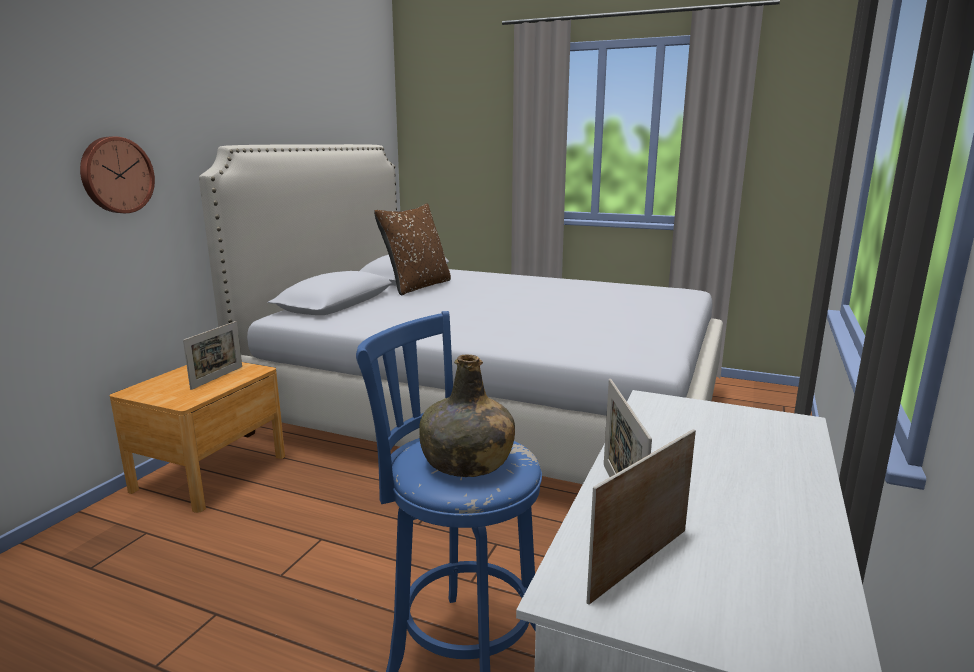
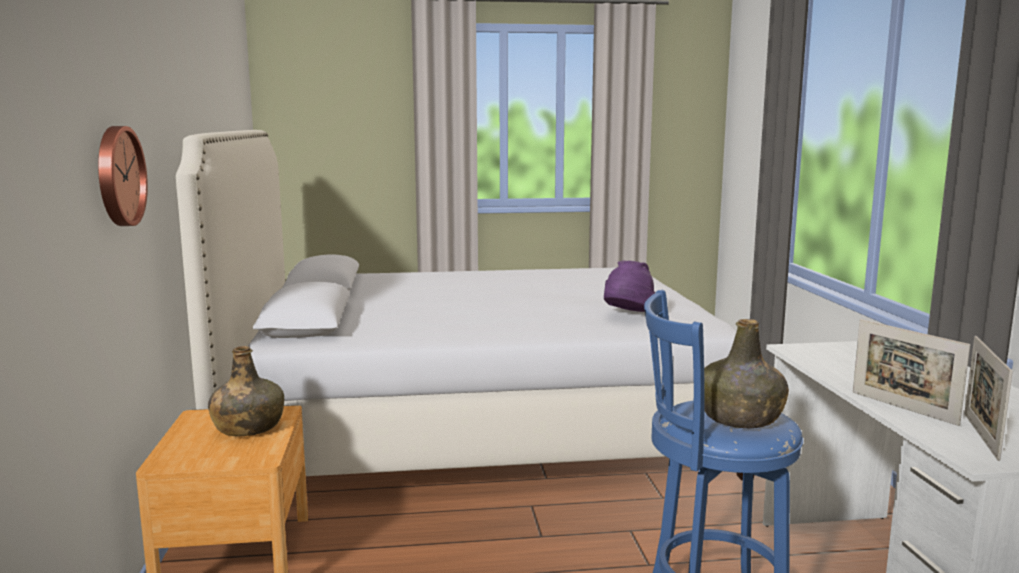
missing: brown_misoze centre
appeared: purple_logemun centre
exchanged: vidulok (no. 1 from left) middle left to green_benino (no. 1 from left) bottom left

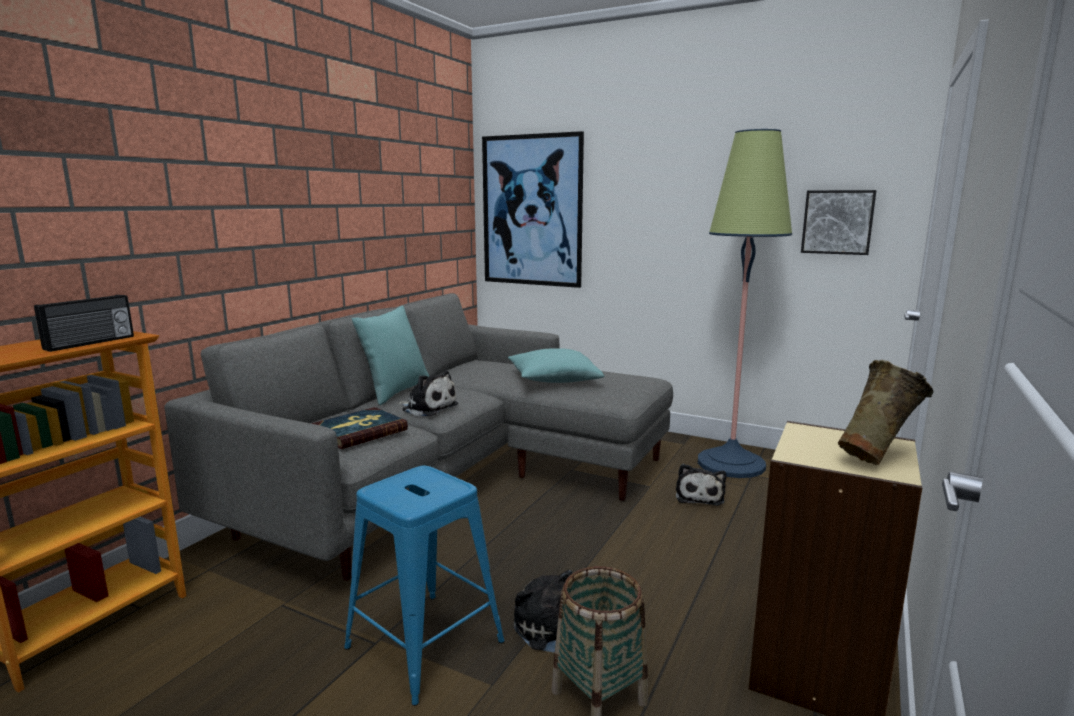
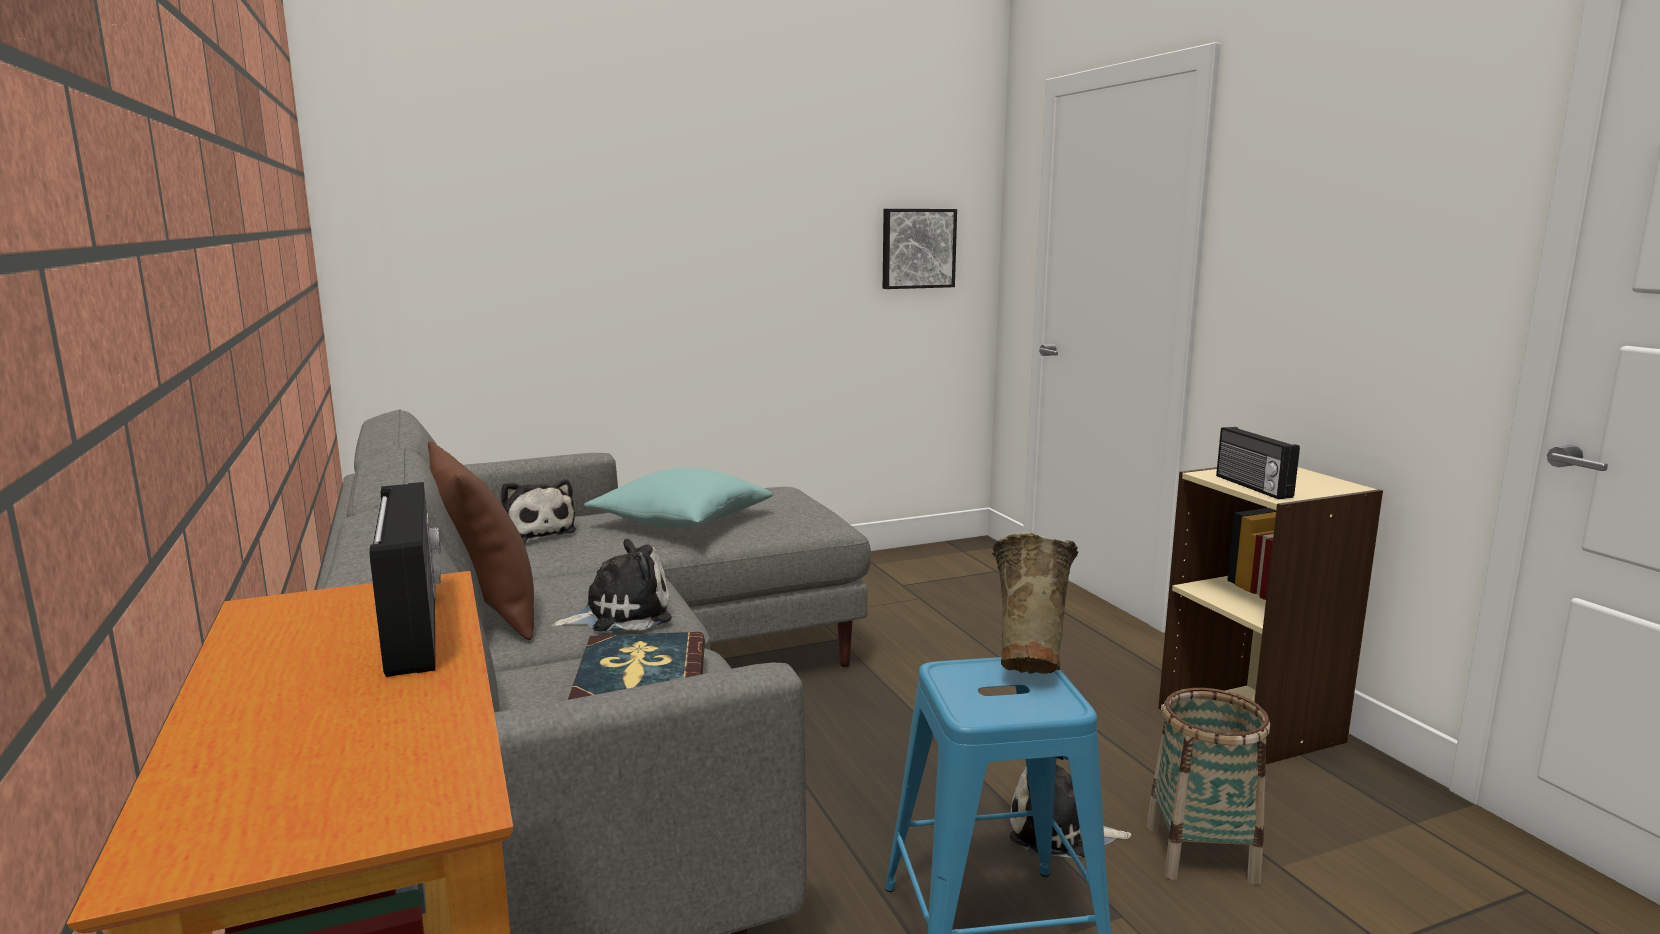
missing: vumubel (no. 1 from left) top centre; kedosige middle right
appeared: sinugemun (no. 2 from left) middle right
relocated: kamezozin (no. 3 from left in the first image) bottom centre to kamezozin (no. 1 from left) middle left; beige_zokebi middle right to centre
colour: turquoise_misoze (no. 1 from left) centre to brown_misoze middle left

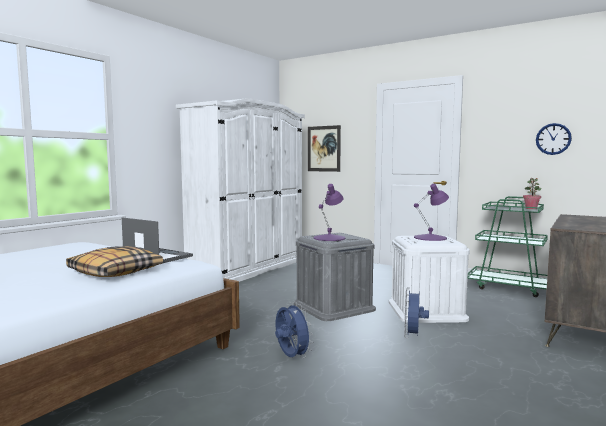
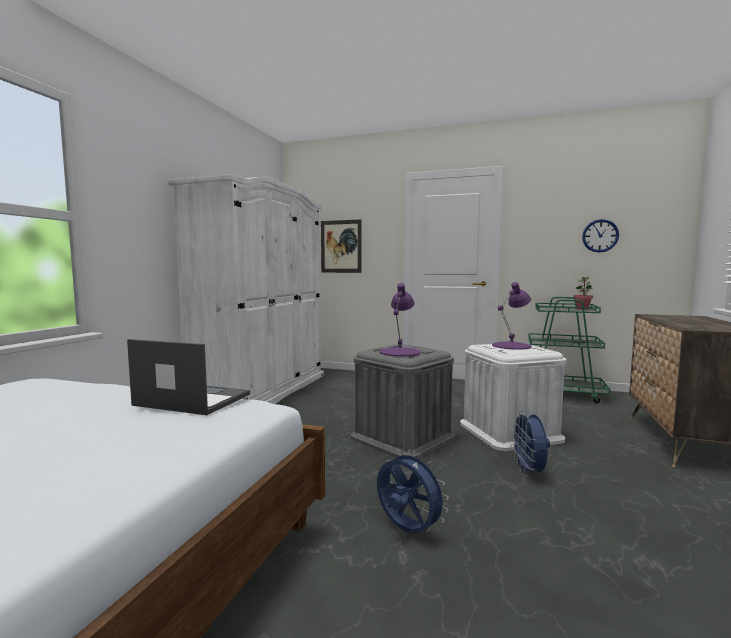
missing: misoze middle left

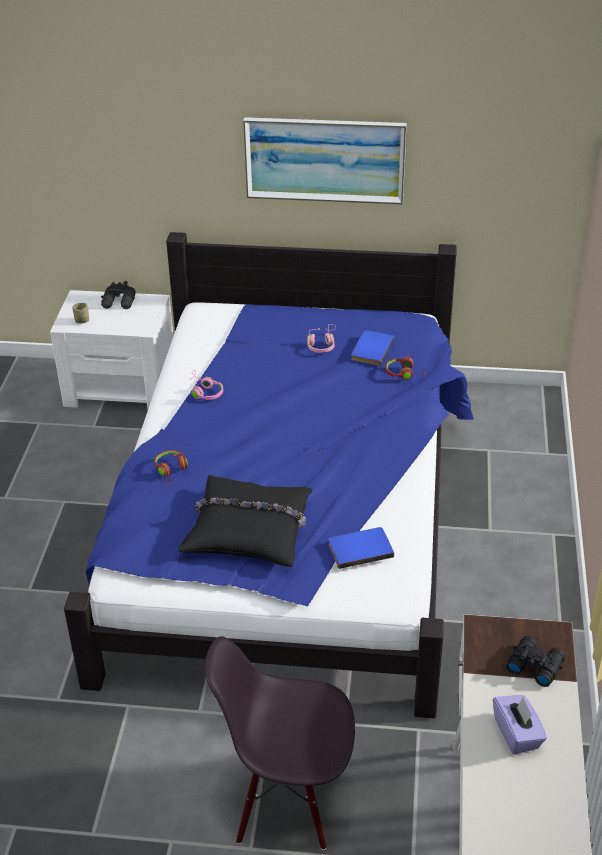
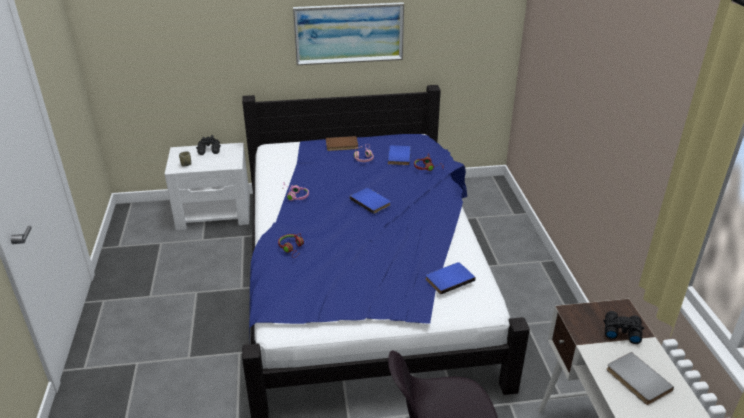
missing: black_misoze centre
appeared: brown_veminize centre; blue_veminize (no. 1 from left) centre
exchanged: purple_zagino bottom right to grey_veminize bottom right

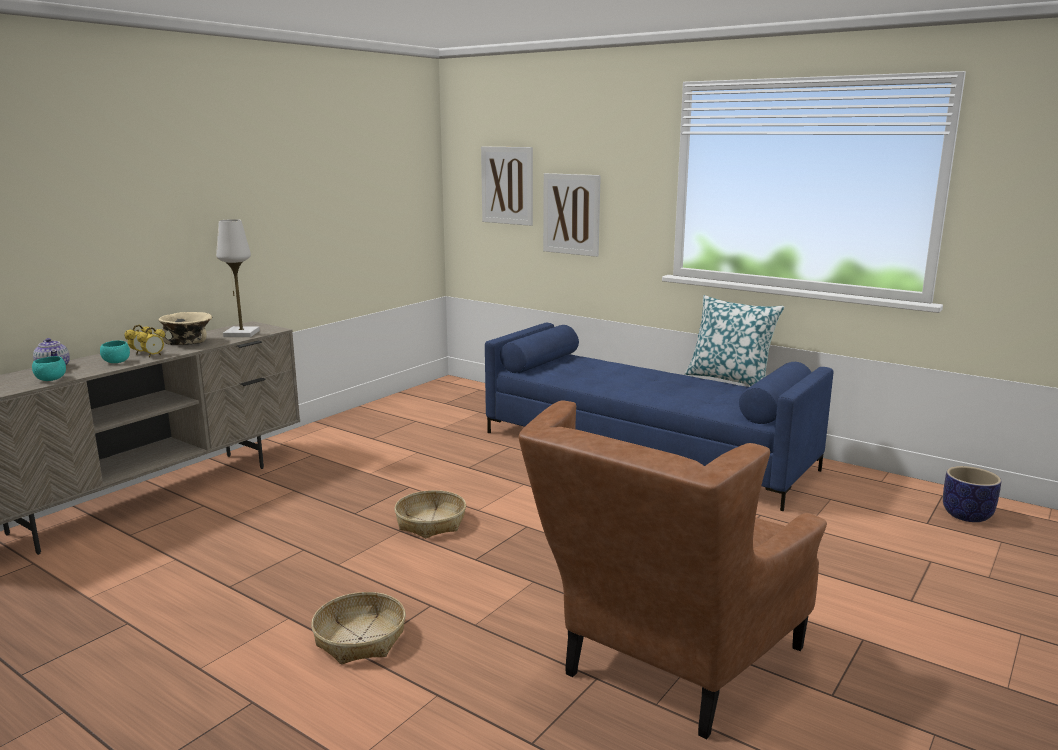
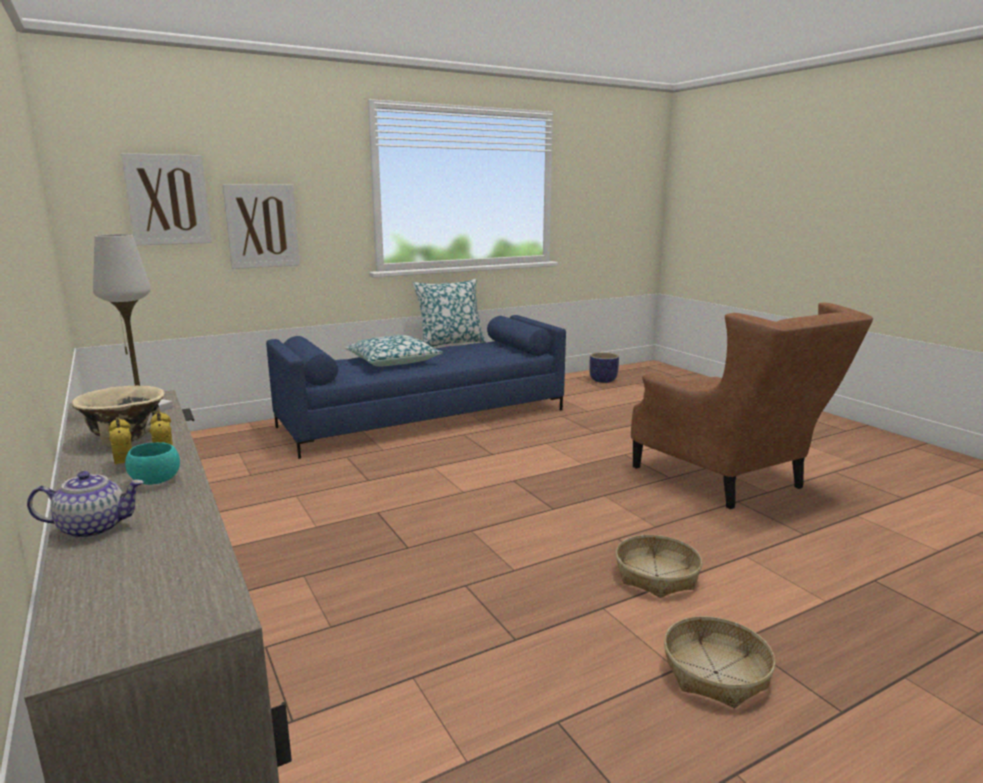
missing: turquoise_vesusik (no. 1 from left) middle left
appeared: misoze (no. 1 from left) centre
relocated: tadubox (no. 2 from left) bottom centre to bottom right

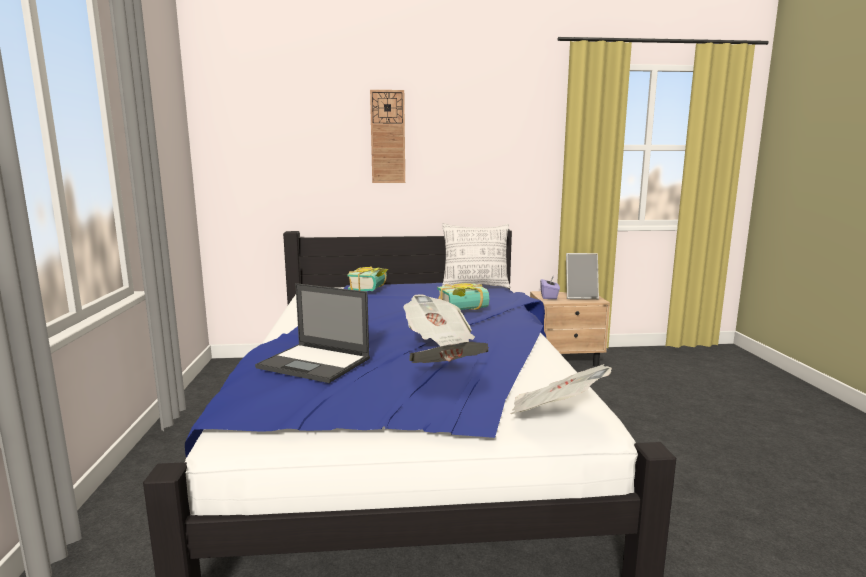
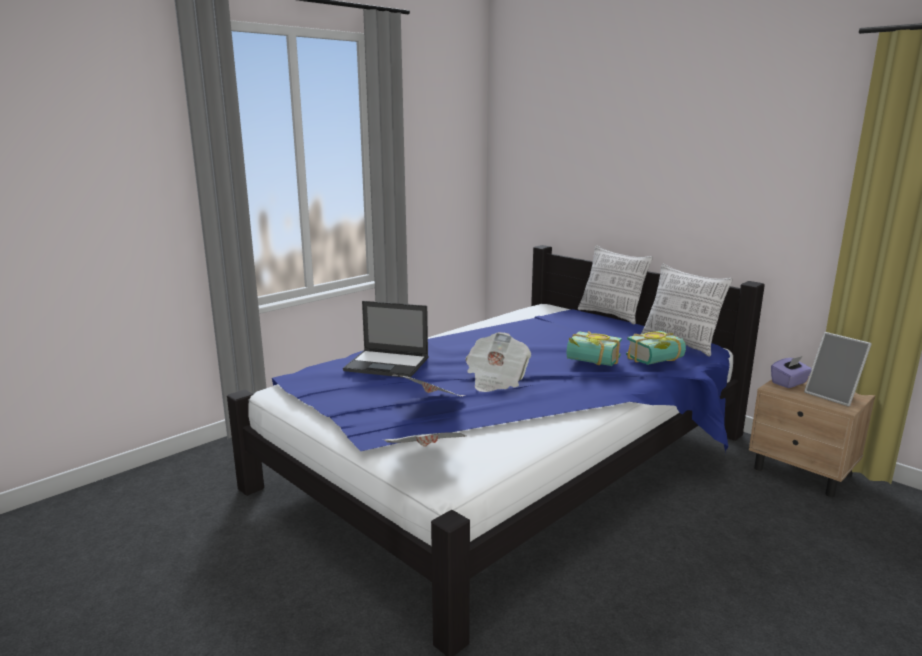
missing: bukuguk top centre
appeared: misoze (no. 1 from left) middle right
relocated: veminize (no. 1 from left in the first image) centre to veminize (no. 2 from left) middle right
spun: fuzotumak centre = centre 60 degrees counterclockwise

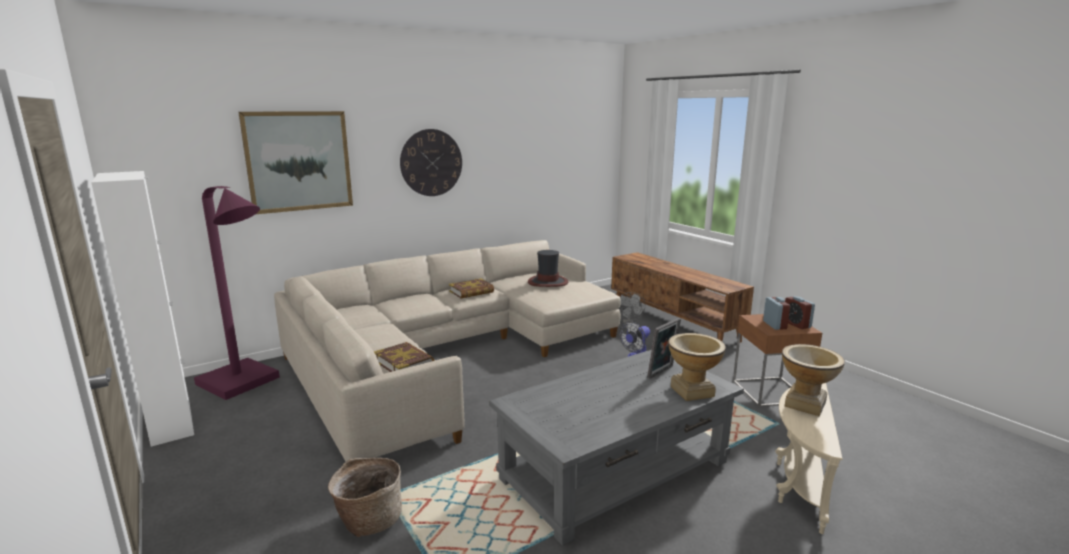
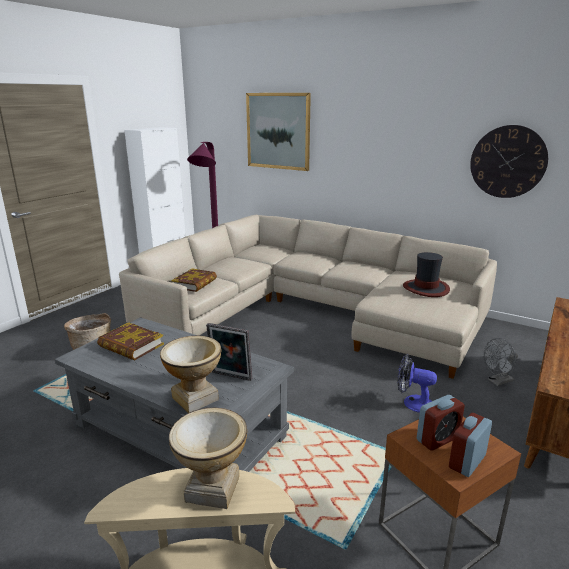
relocated: bukuguk top centre to top right; veminize (no. 2 from left in the first image) centre to veminize (no. 1 from left) middle left

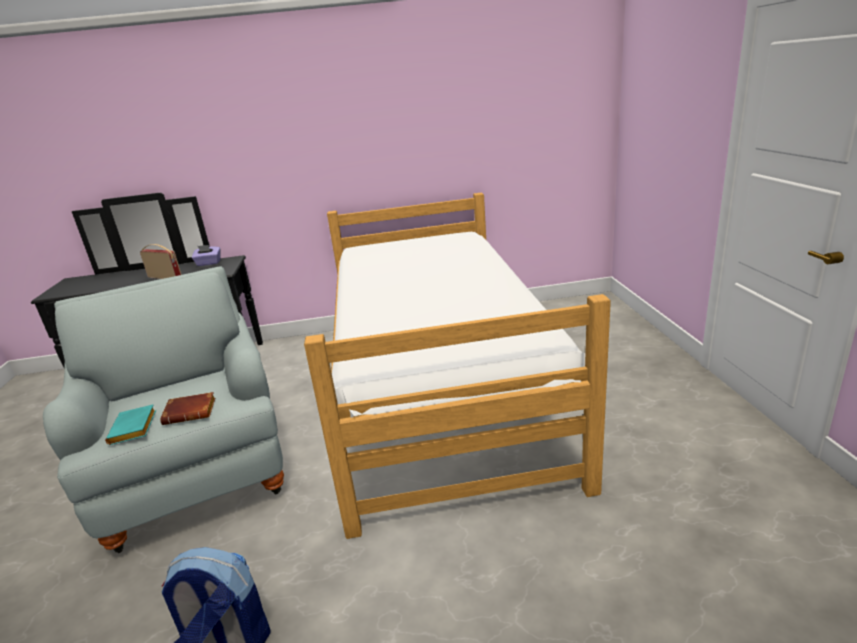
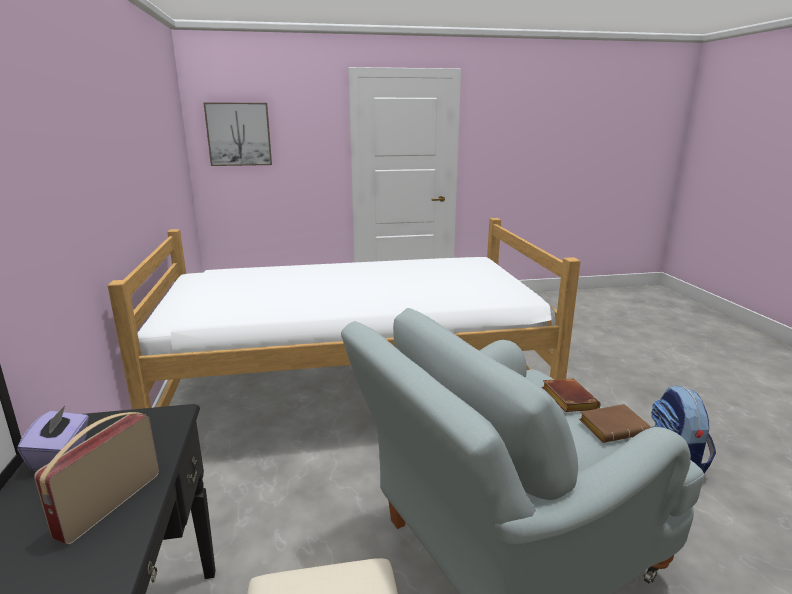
appeared: vumubel top left
colour: turquoise_veminize middle left to brown_veminize (no. 2 from left) bottom right

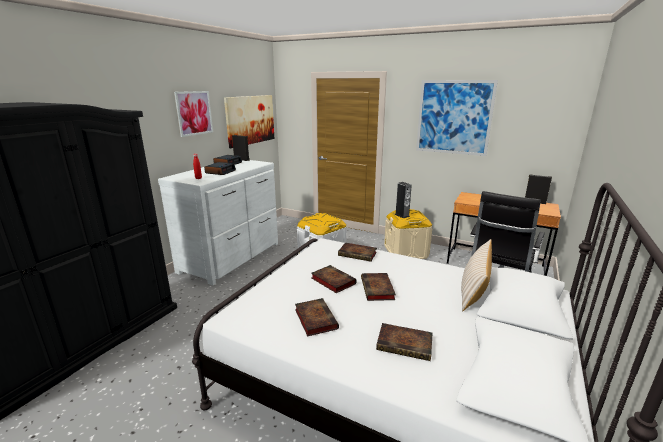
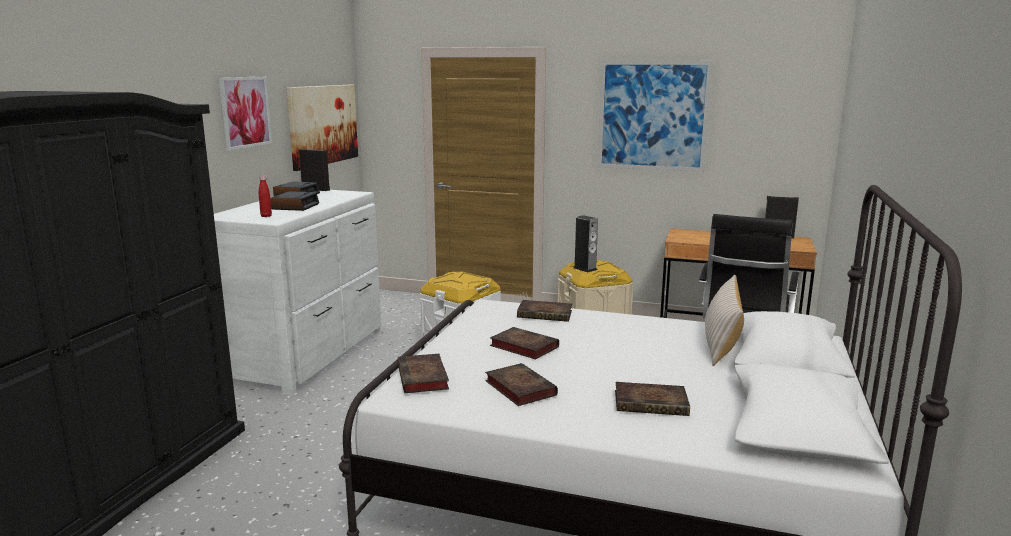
relocated: veminize (no. 4 from left in the first image) centre to veminize (no. 1 from left) bottom centre

